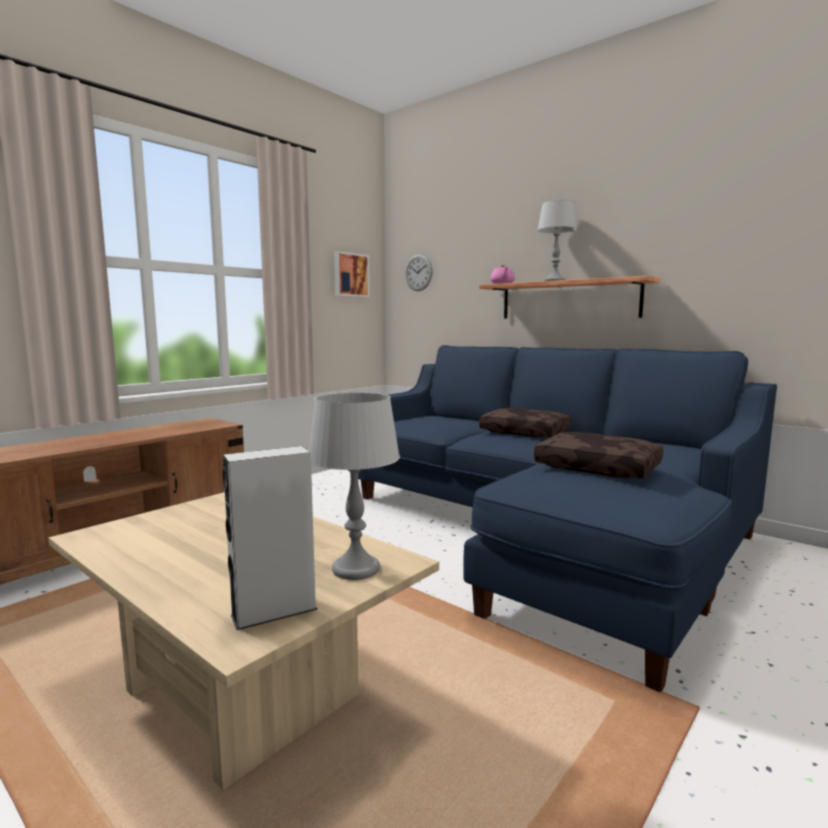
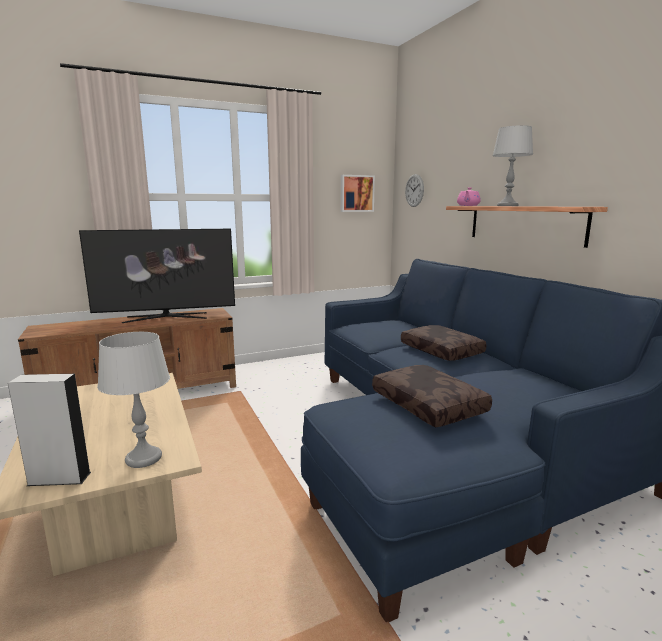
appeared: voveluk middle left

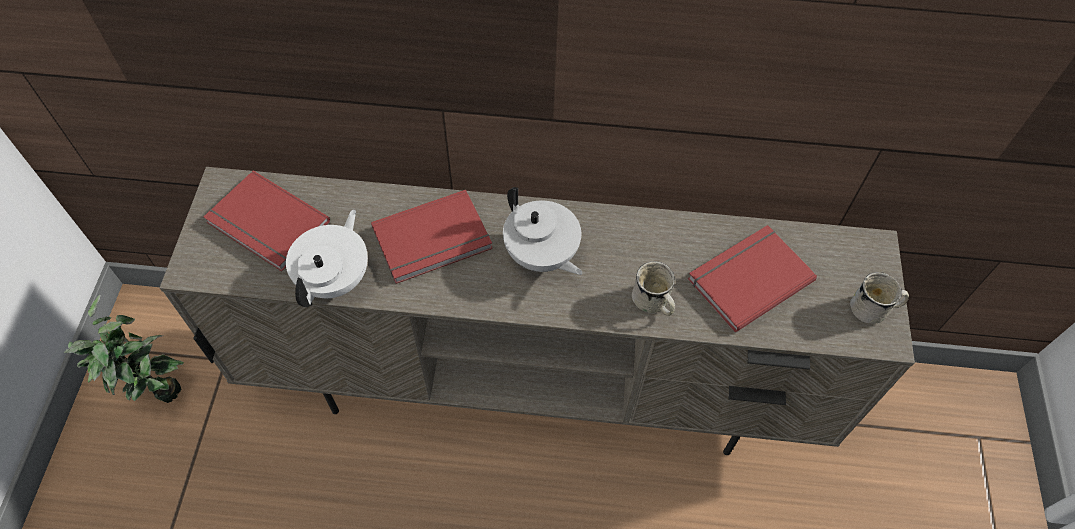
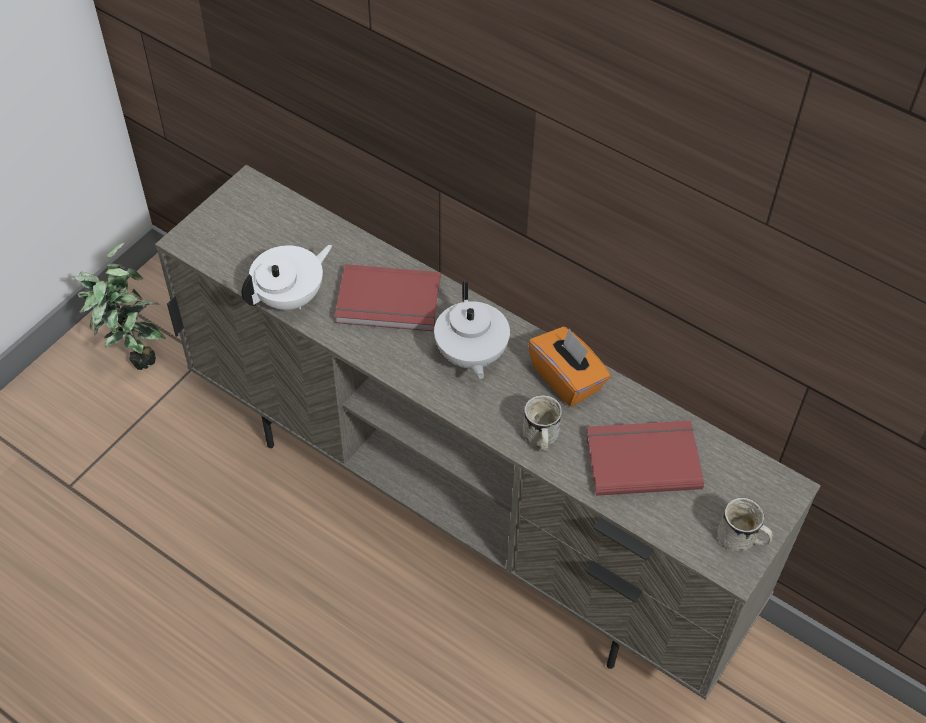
missing: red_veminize (no. 1 from left) middle left
appeared: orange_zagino centre

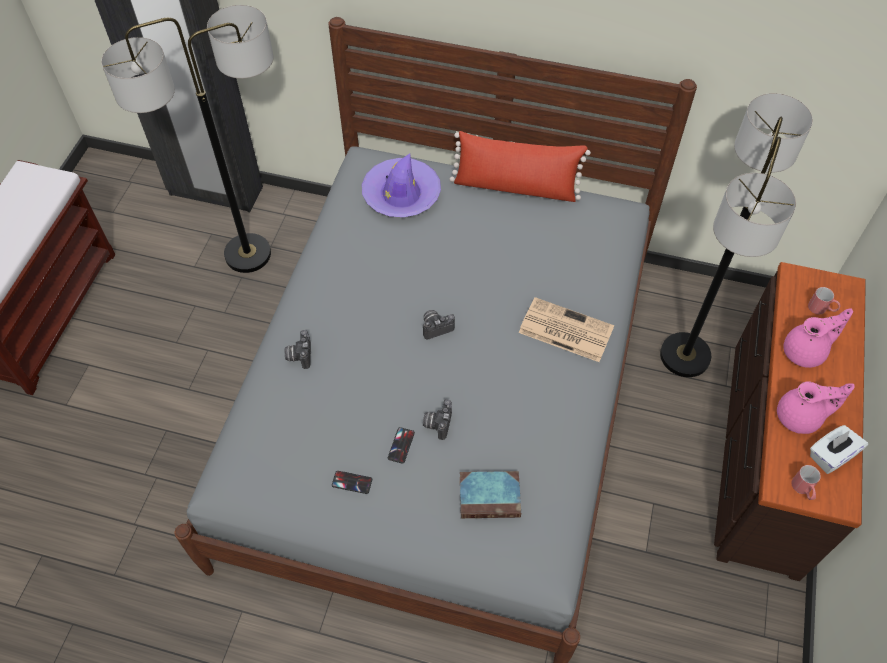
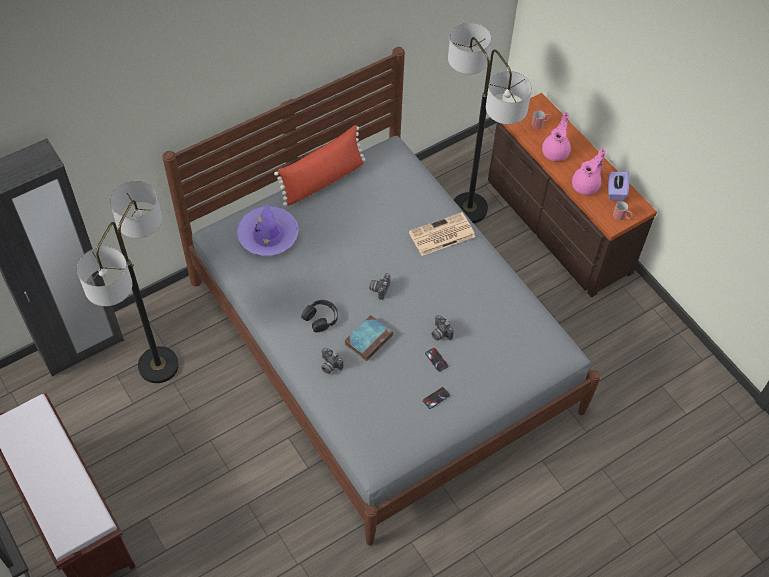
appeared: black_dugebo centre
relocated: veminize bottom centre to centre
colour: white_zagino bottom right to purple_zagino top right

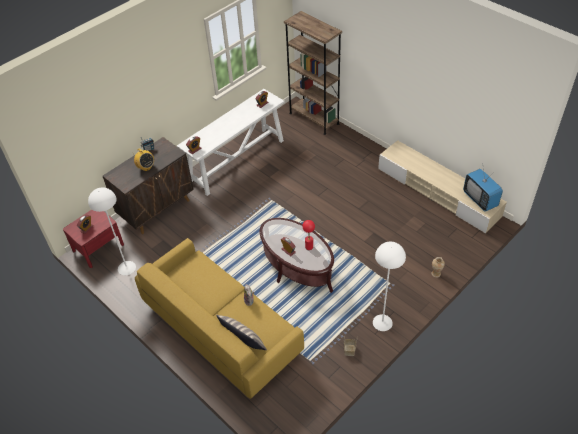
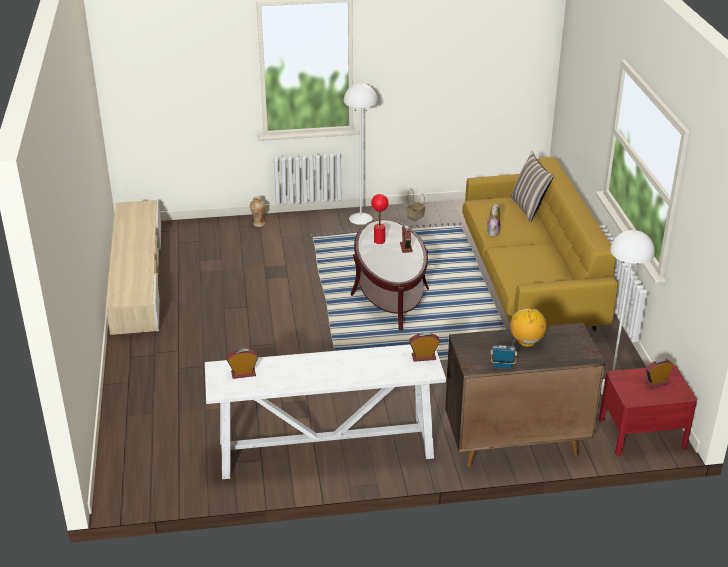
missing: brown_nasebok top centre; voveluk middle right

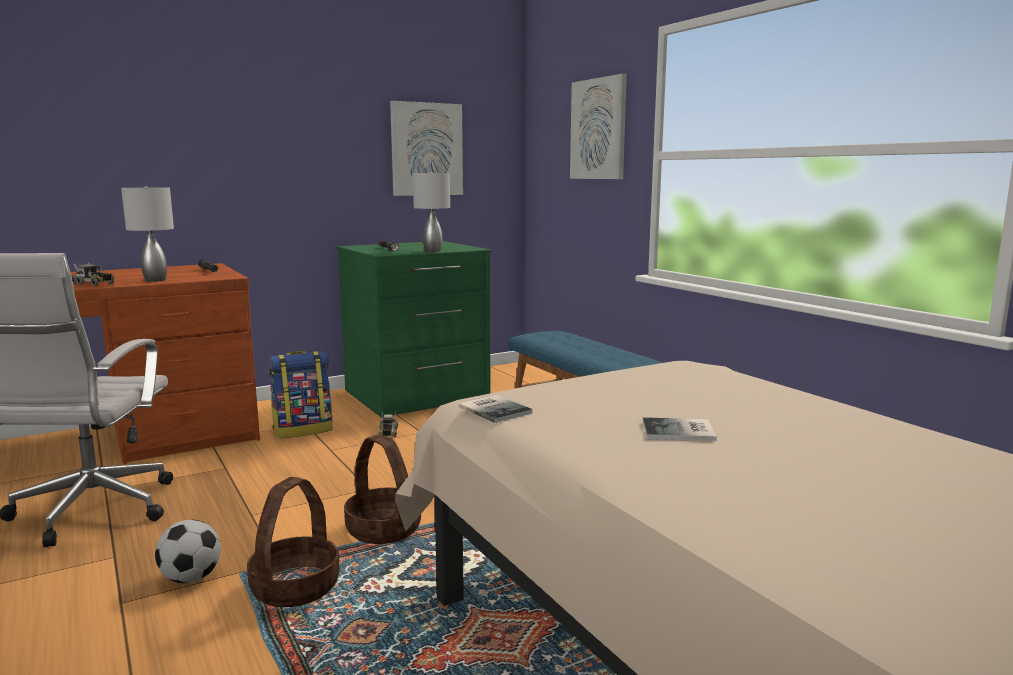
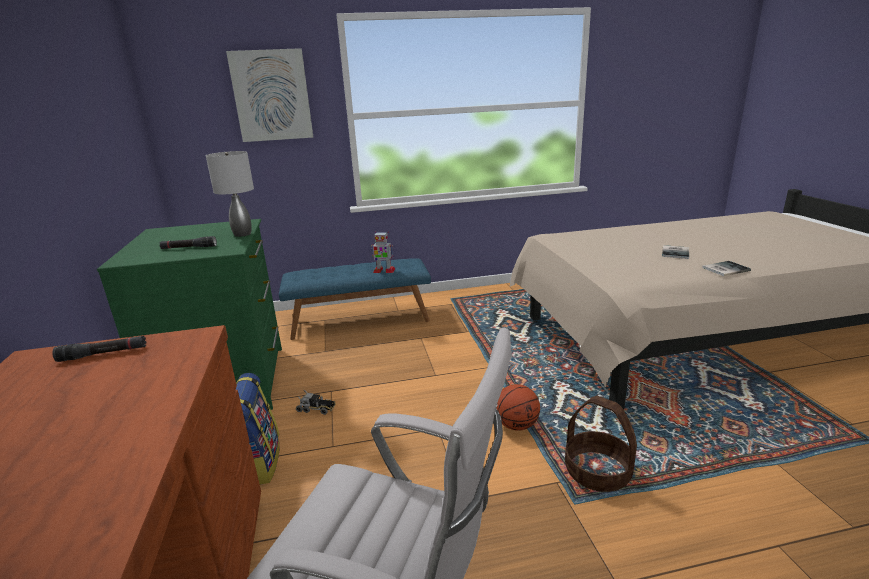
missing: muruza (no. 1 from left) middle left; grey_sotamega (no. 1 from left) middle left; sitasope bottom left; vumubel (no. 1 from left) top centre
appeared: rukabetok centre
relocated: veminize (no. 1 from left in the first image) centre to veminize (no. 2 from left) middle right
exchanged: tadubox (no. 2 from left) bottom centre to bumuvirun bottom centre

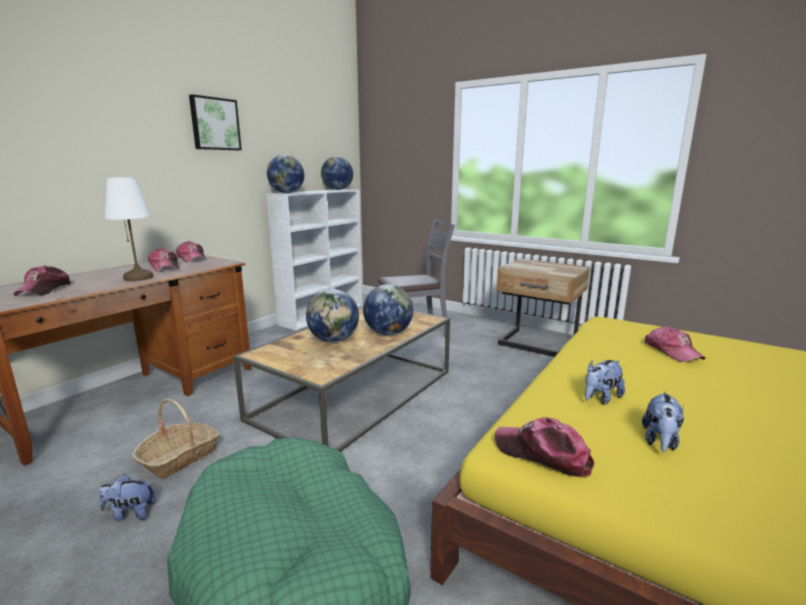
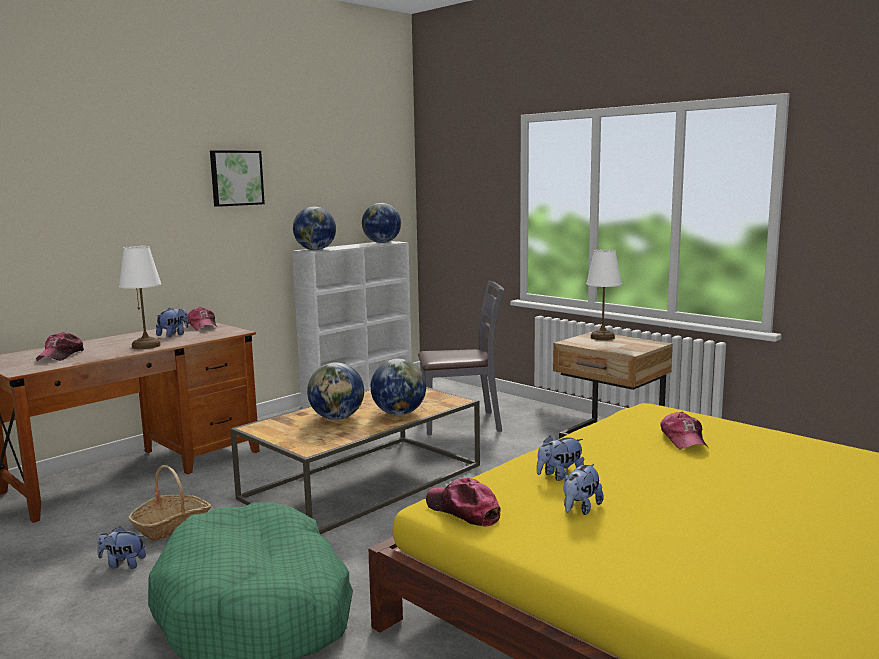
appeared: white_sotamega (no. 2 from left) middle right
exchanged: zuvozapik (no. 2 from left) middle left to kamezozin (no. 2 from left) middle left

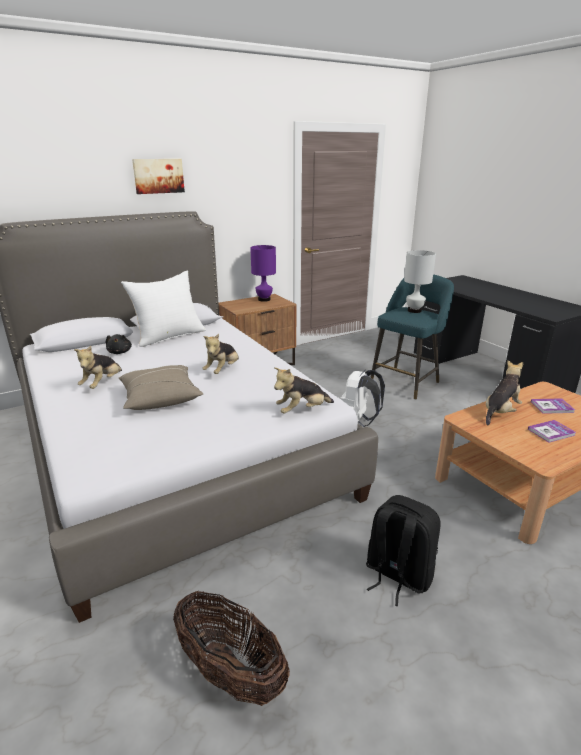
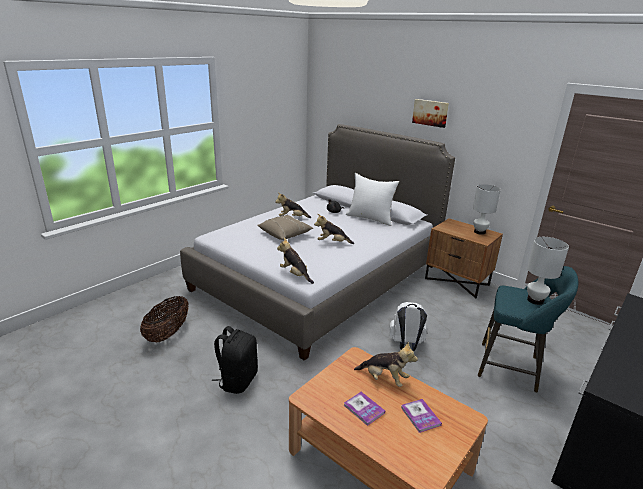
colour: purple_sotamega centre to white_sotamega (no. 1 from left) middle right

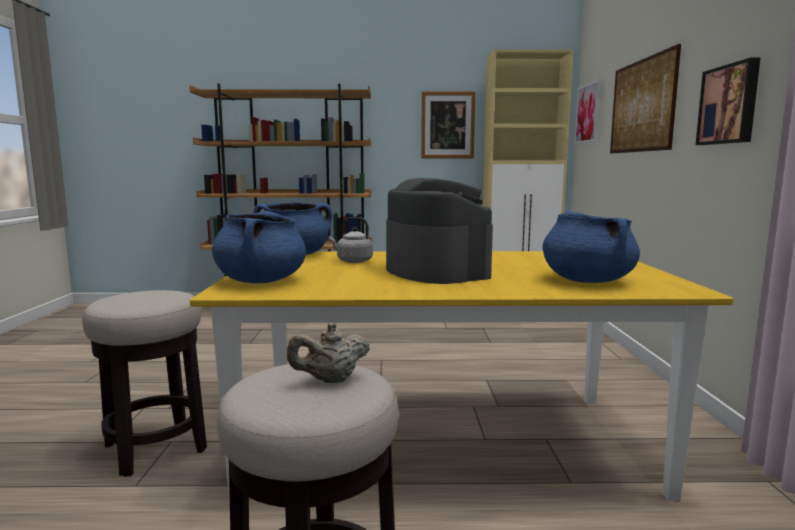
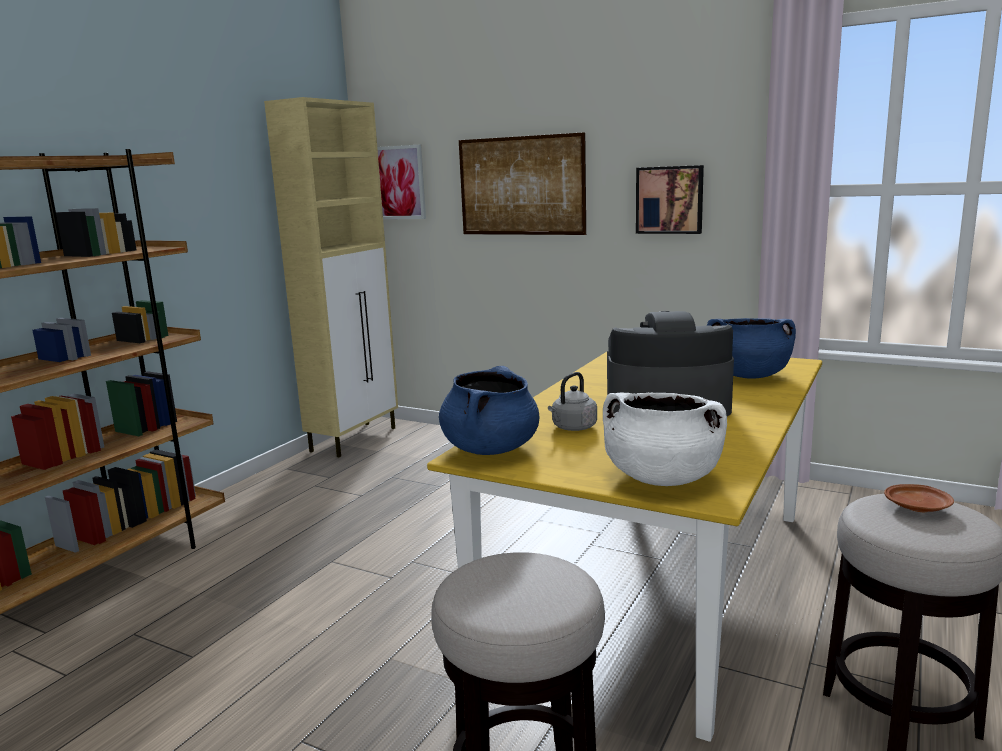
missing: vumubel (no. 1 from left) top centre
exchanged: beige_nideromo centre to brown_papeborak middle right
colour: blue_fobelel (no. 1 from left) middle left to white_fobelel centre

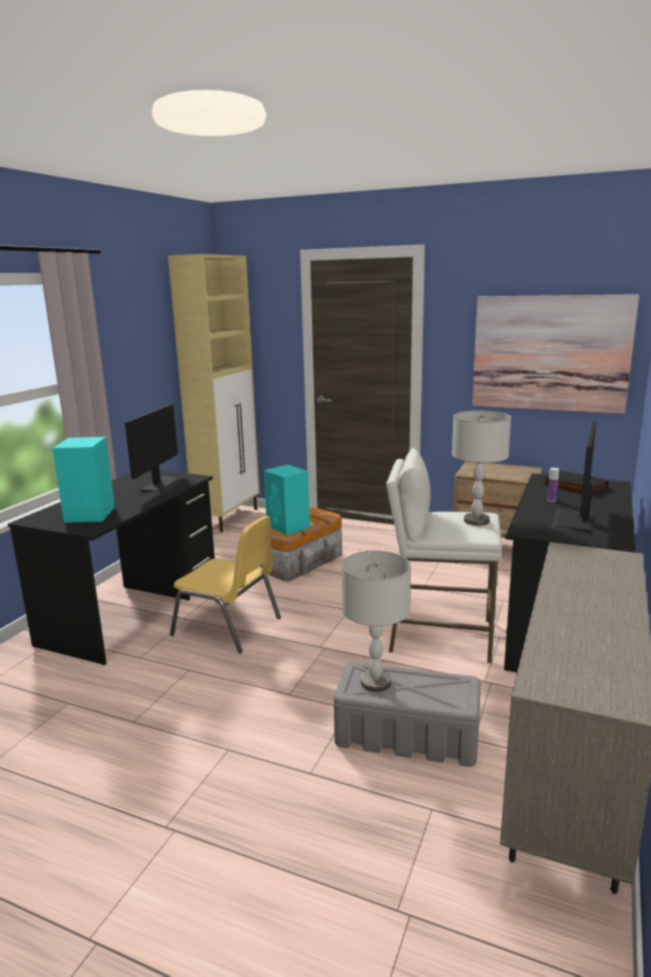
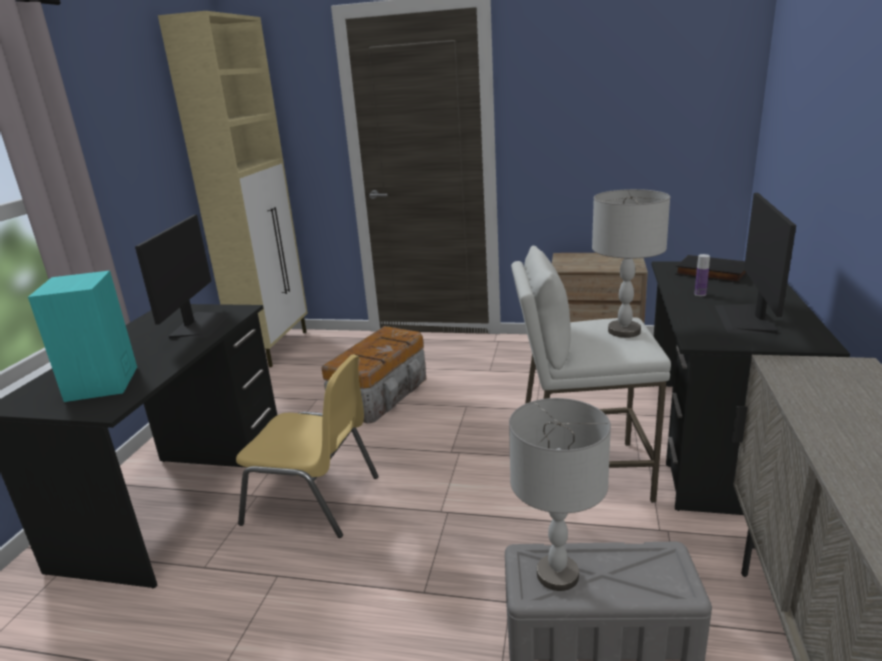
missing: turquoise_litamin (no. 2 from left) centre; vumubel middle right

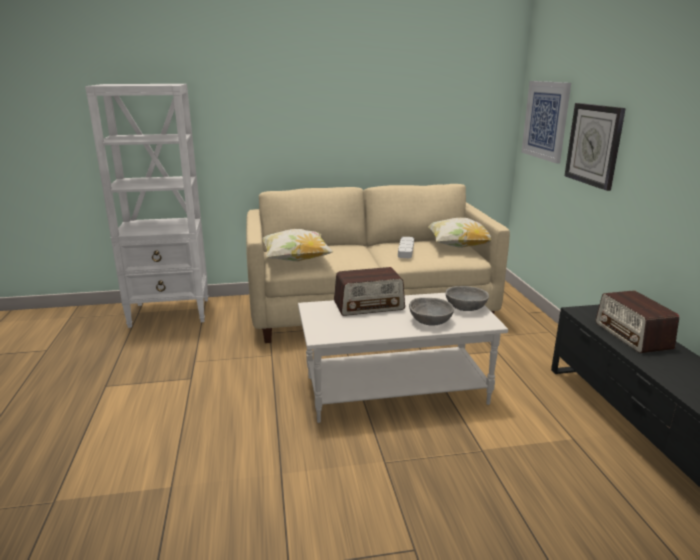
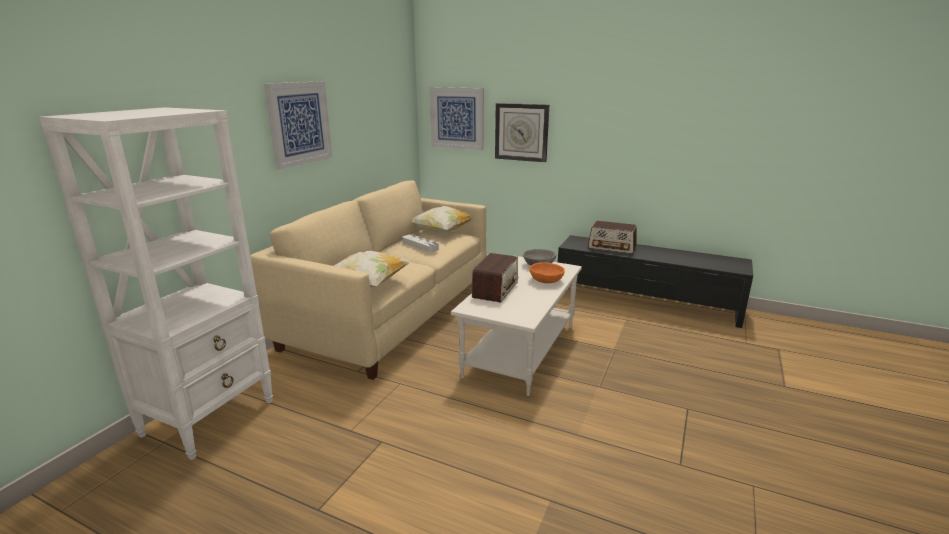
appeared: vumubel (no. 1 from left) top left
colour: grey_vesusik (no. 1 from left) centre to orange_vesusik centre

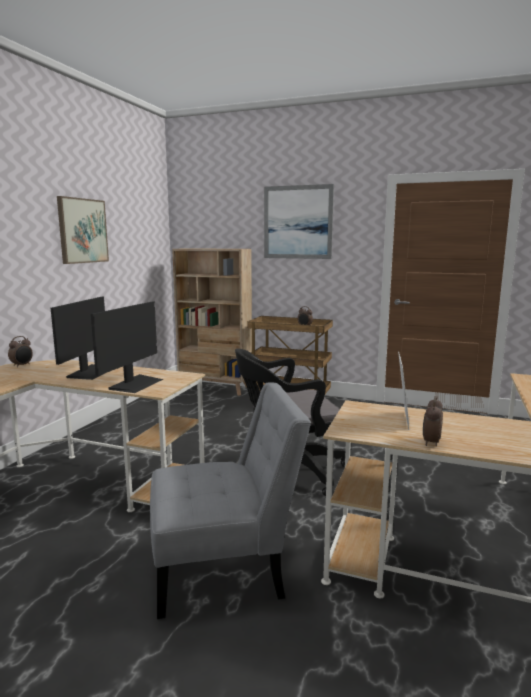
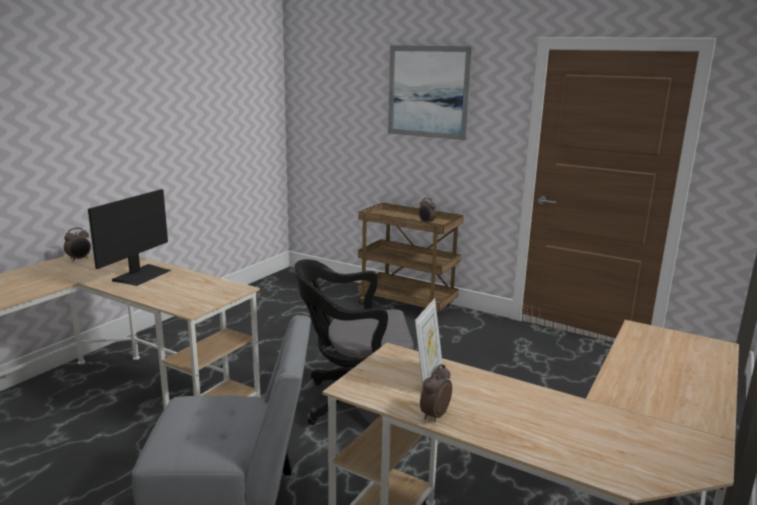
missing: vumubel (no. 1 from left) top left; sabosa (no. 2 from left) middle left; beige_nasebok centre

